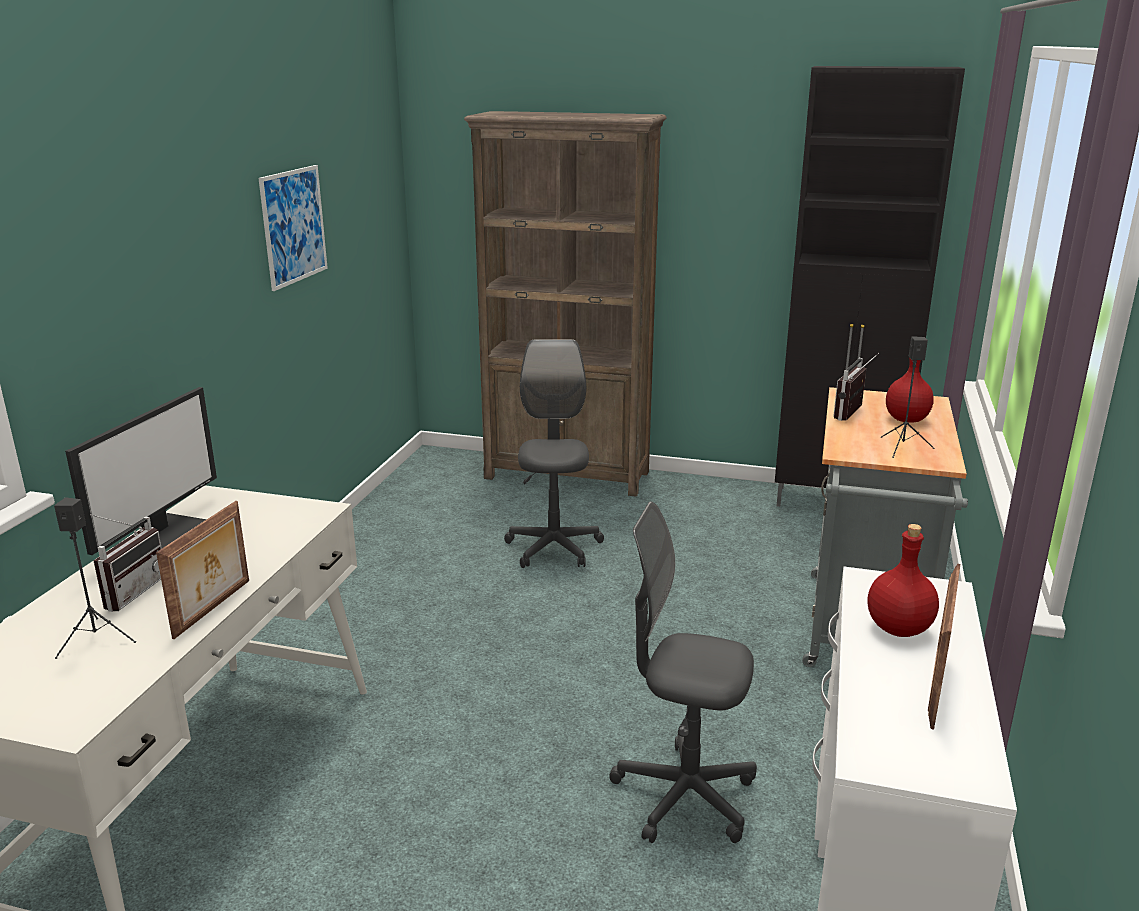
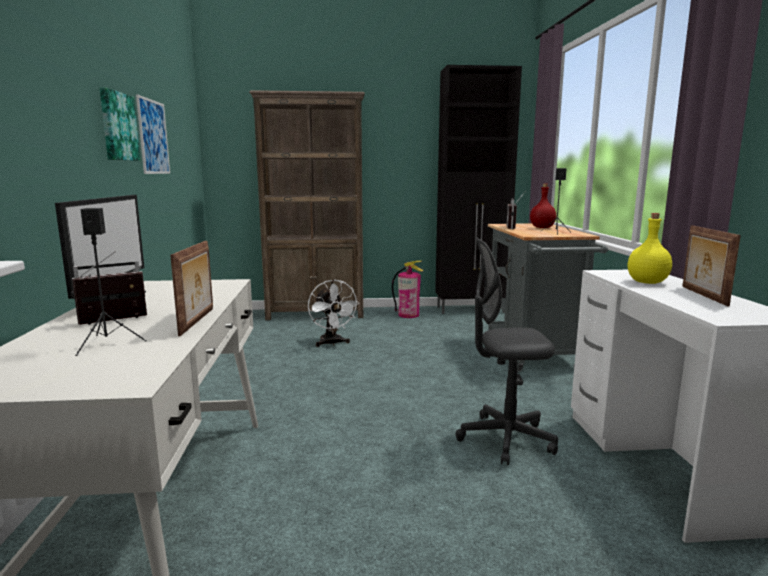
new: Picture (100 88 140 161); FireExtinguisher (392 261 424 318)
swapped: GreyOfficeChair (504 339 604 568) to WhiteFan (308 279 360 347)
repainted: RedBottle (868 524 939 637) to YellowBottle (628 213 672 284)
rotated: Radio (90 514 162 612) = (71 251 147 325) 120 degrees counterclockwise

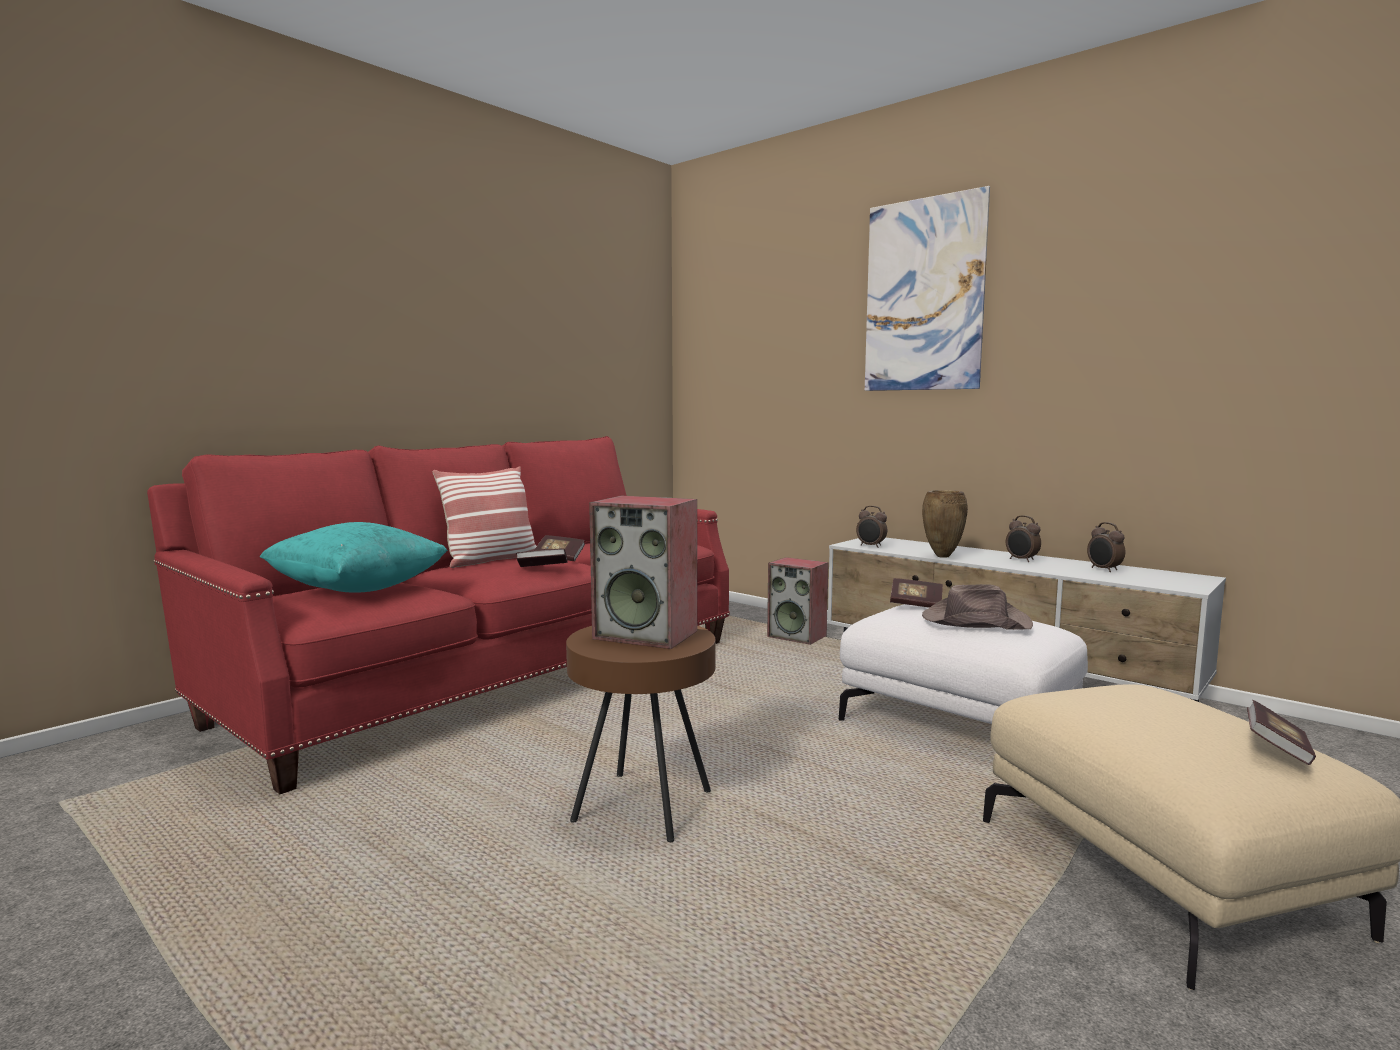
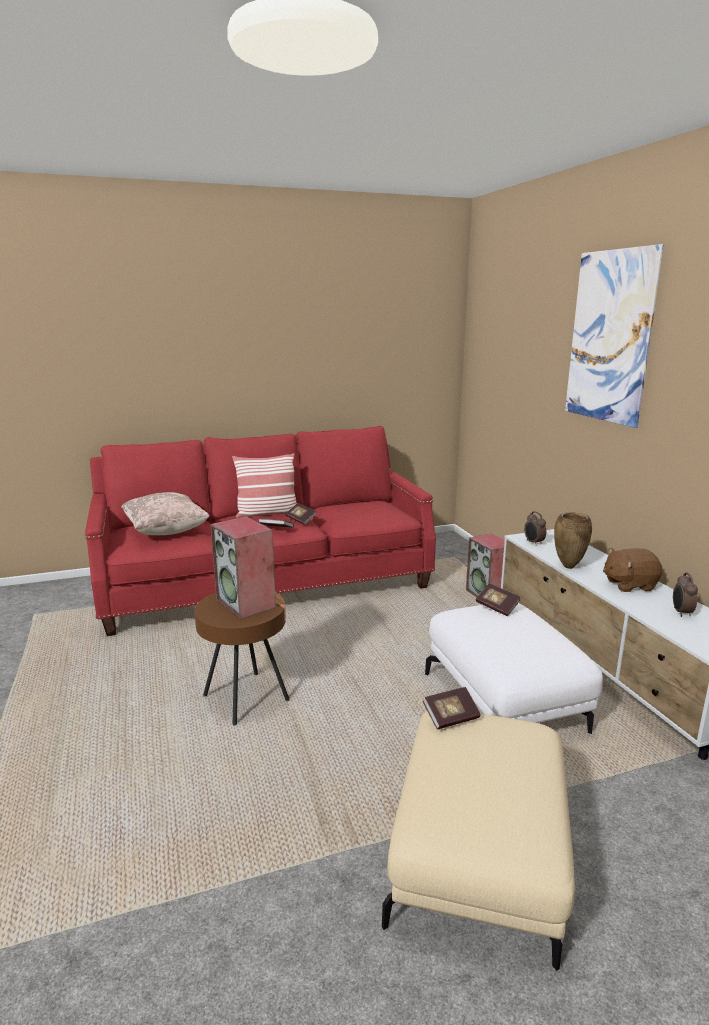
gone: BrownHat (922 584 1033 630)
shifted: Book (1247 700 1316 765) to (423 687 480 729)
swapped: AlarmClock (1006 515 1041 562) to BrownPlushToy (603 548 662 592)
repainted: TurquoisePillow (260 522 448 593) to BeigePillow (121 492 209 535)

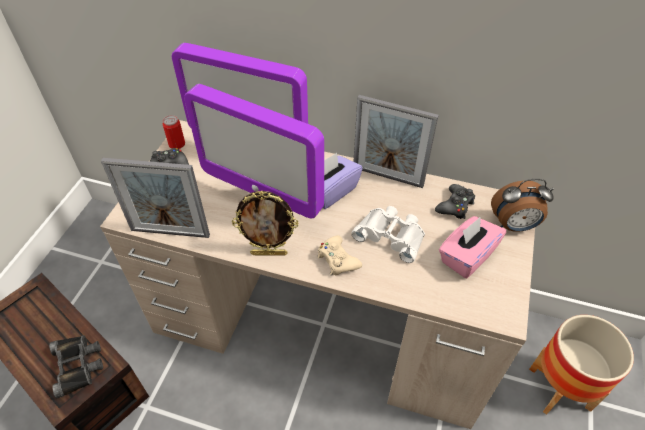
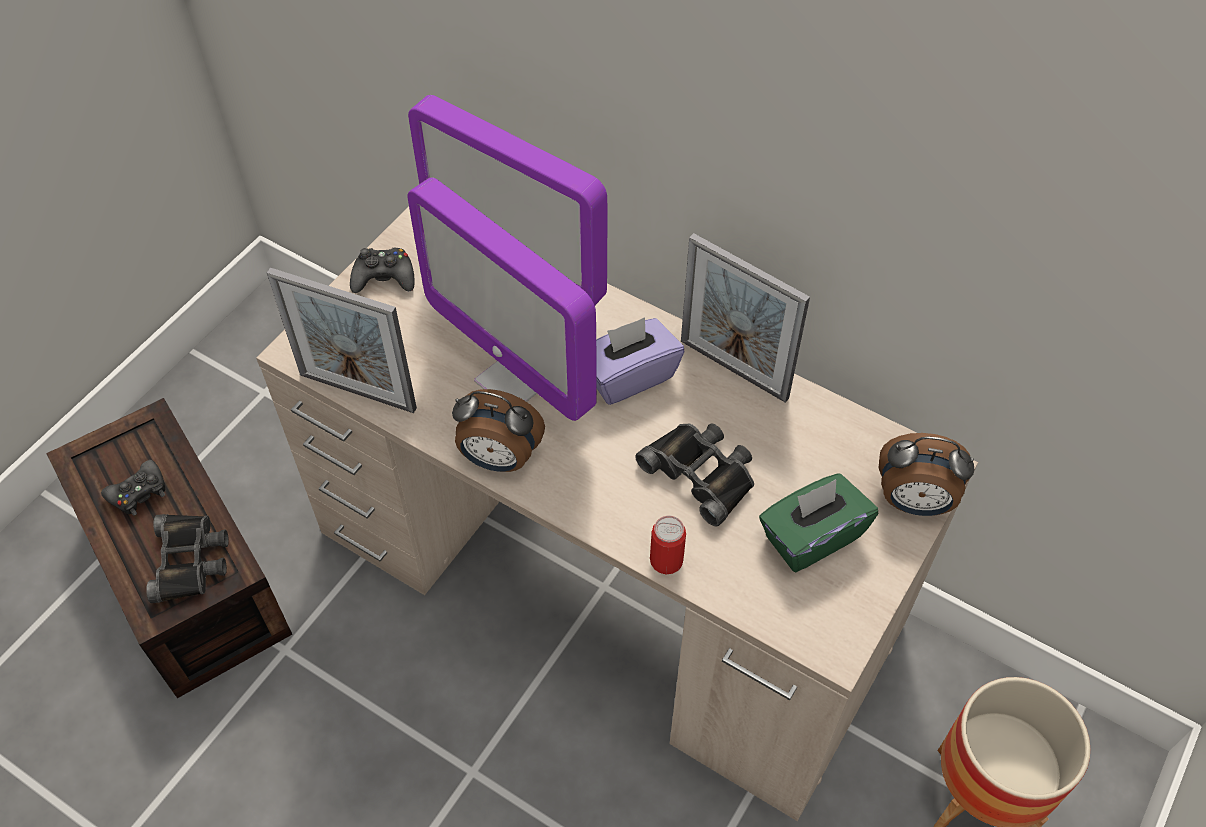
gone: BeigeGameController (317 235 362 276)
shifted: Can (163 115 185 149) to (650 516 686 574); BlackGameController (435 184 475 219) to (101 460 165 516)
swapped: PictureFrame (232 191 299 256) to AlarmClock (452 389 545 472)
repainted: WhiteBinoculars (351 206 425 263) to BlackBinoculars (636 423 754 526); PinkTissueBox (439 216 506 278) to GreenTissueBox (759 473 878 572)

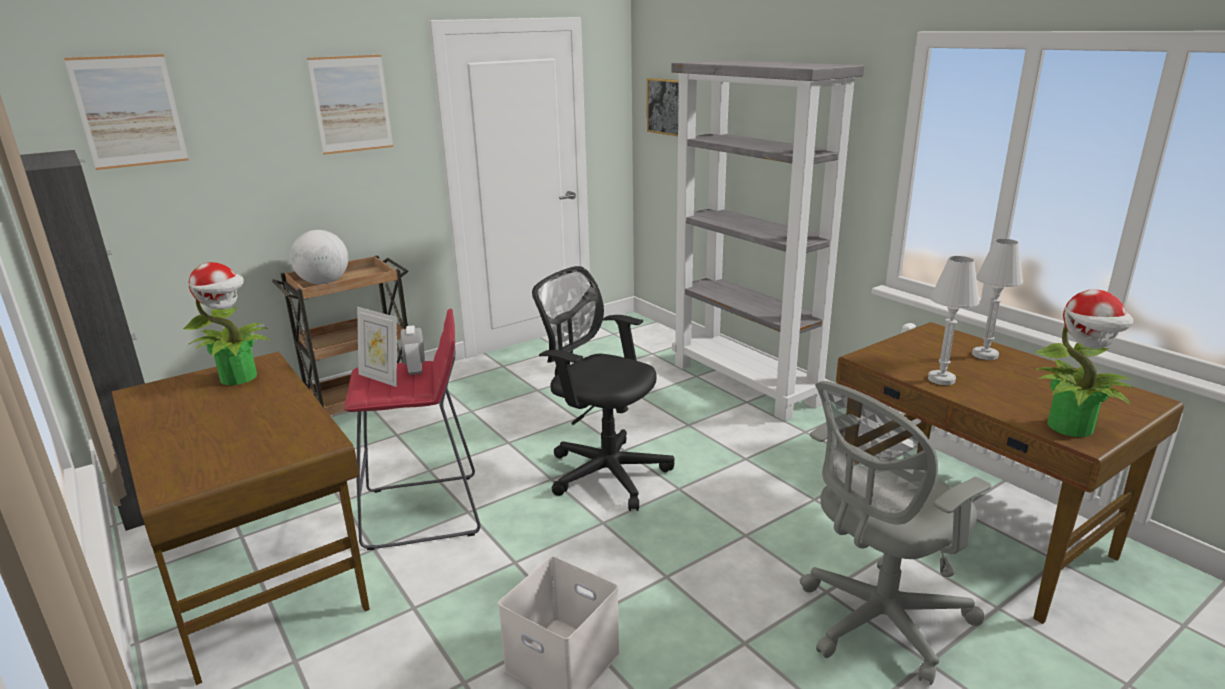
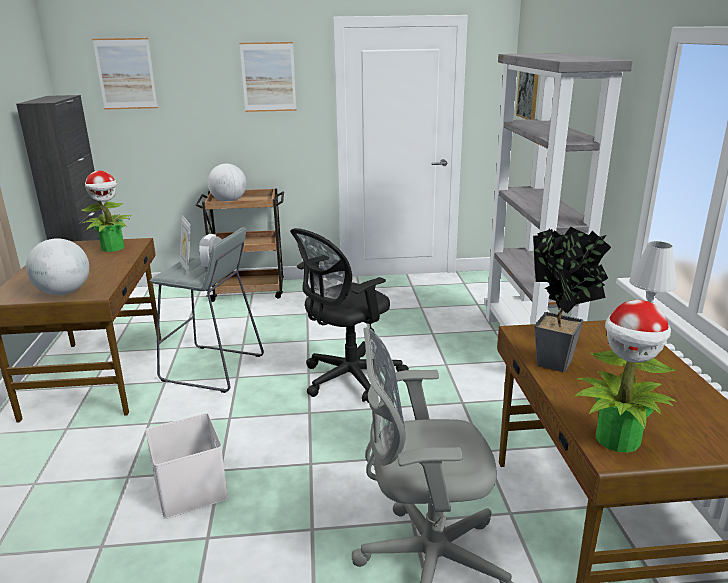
new: Globe (26 238 89 295)
swapped: WhiteTableLamp (928 256 980 385) to PottedPlant (533 227 611 372)
repainted: RedStool (344 308 481 550) to GreyStool (150 227 264 393)
rotated: BlackOfficeChair (532 266 675 511) = (290 228 409 403) 105 degrees counterclockwise

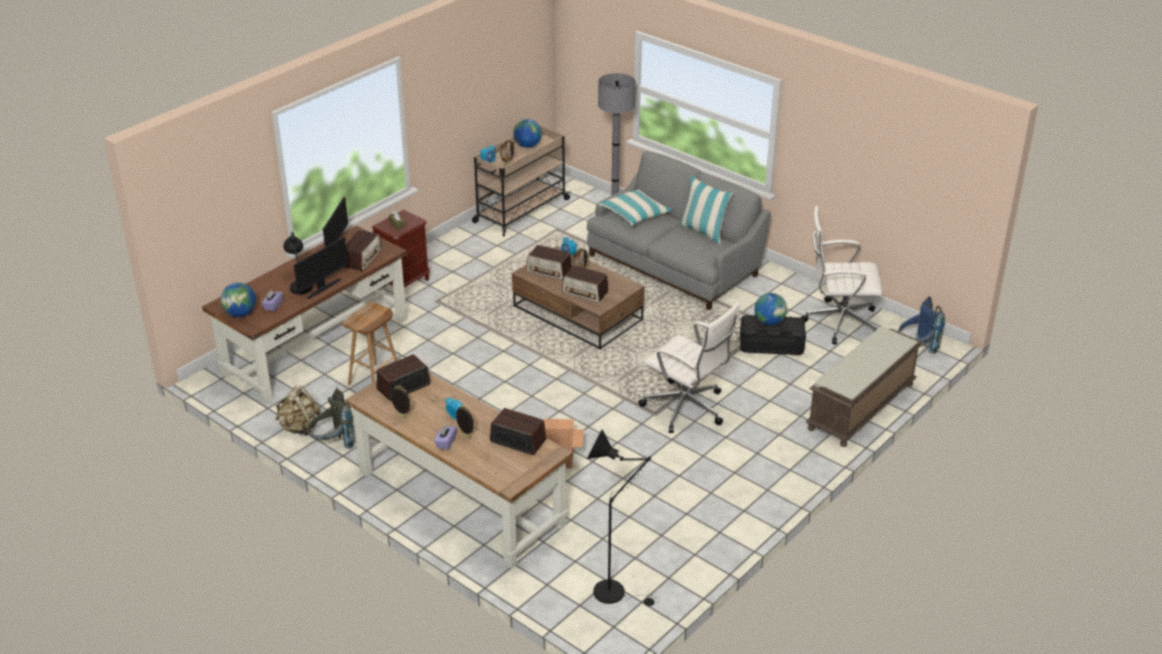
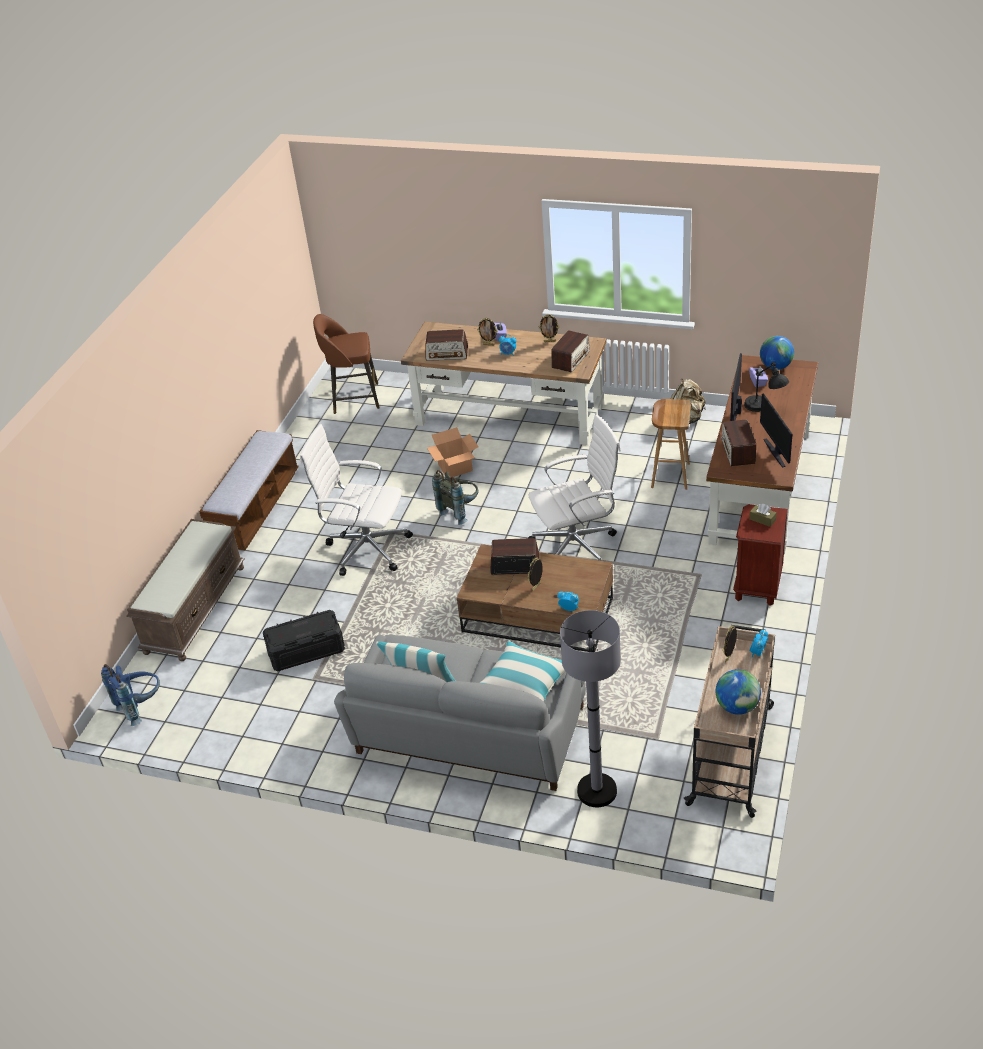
gone: Radio (527 245 572 281); Globe (754 293 787 325)
new: Bench (199 430 299 550)
shifted: WhiteOfficeChair (801 206 882 344) to (528 414 621 561); GreyBackpack (307 388 355 449) to (432 470 478 525)
swapped: BlackFloorLamp (587 430 658 606) to BrownStool (313 314 380 414)

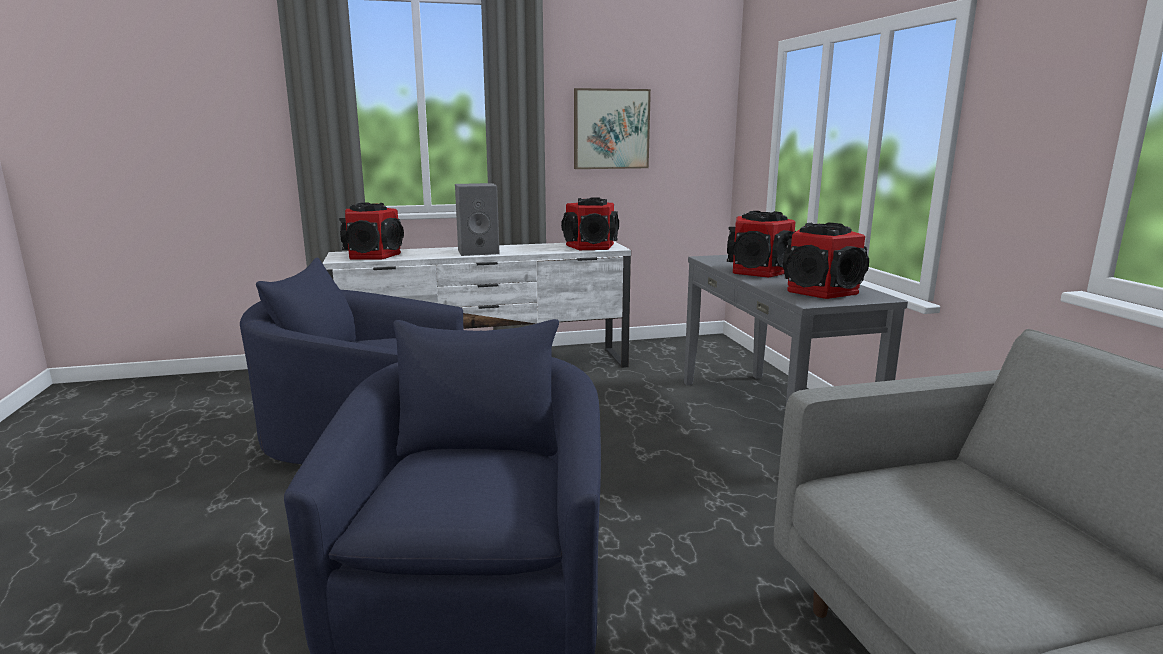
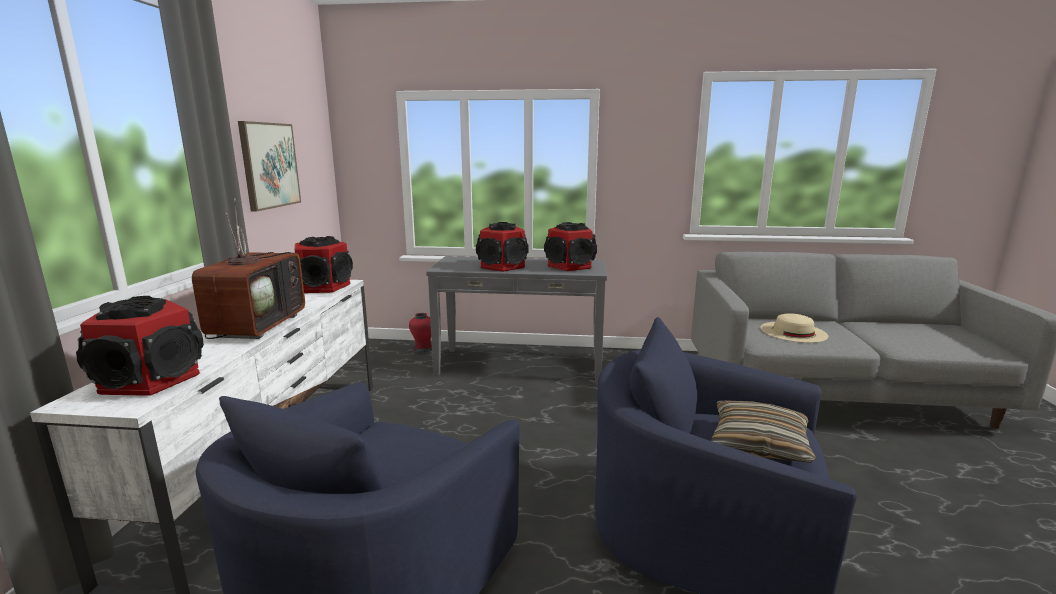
new: RedVase (409 313 432 352); BeigeHat (760 314 828 343); Pillow (711 401 816 463)
swapped: GreySpeaker (455 183 499 256) to Television (192 198 305 339)

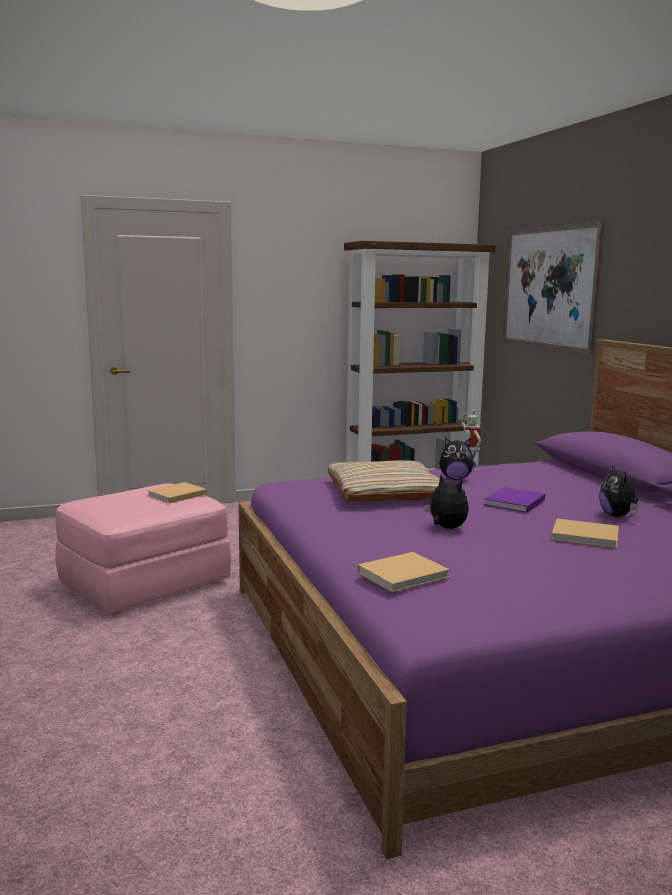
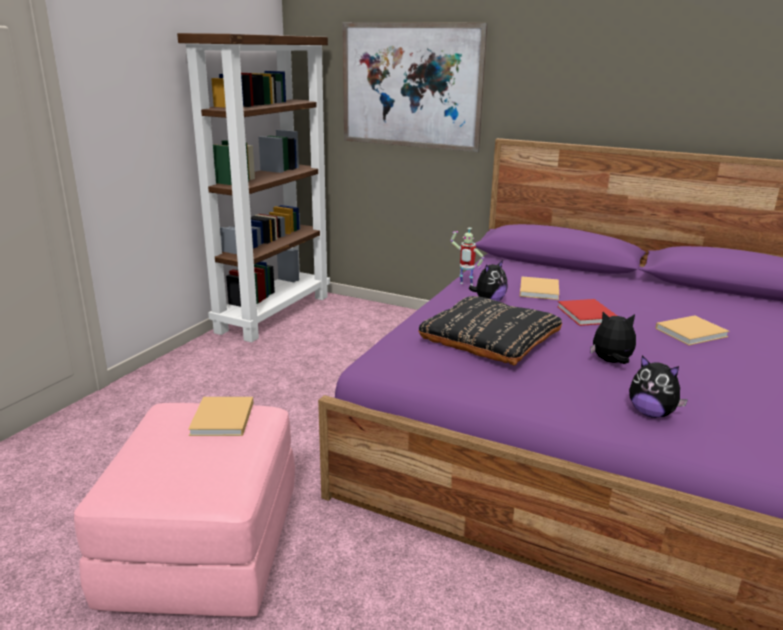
shifted: PlushToy (599 465 639 517) to (629 355 688 418); BeigeBook (357 552 450 593) to (519 277 559 300)
repainted: BeigePillow (327 460 440 502) to BlackPillow (418 296 562 365); PurpleBook (484 487 545 513) to RedBook (557 299 617 326)

